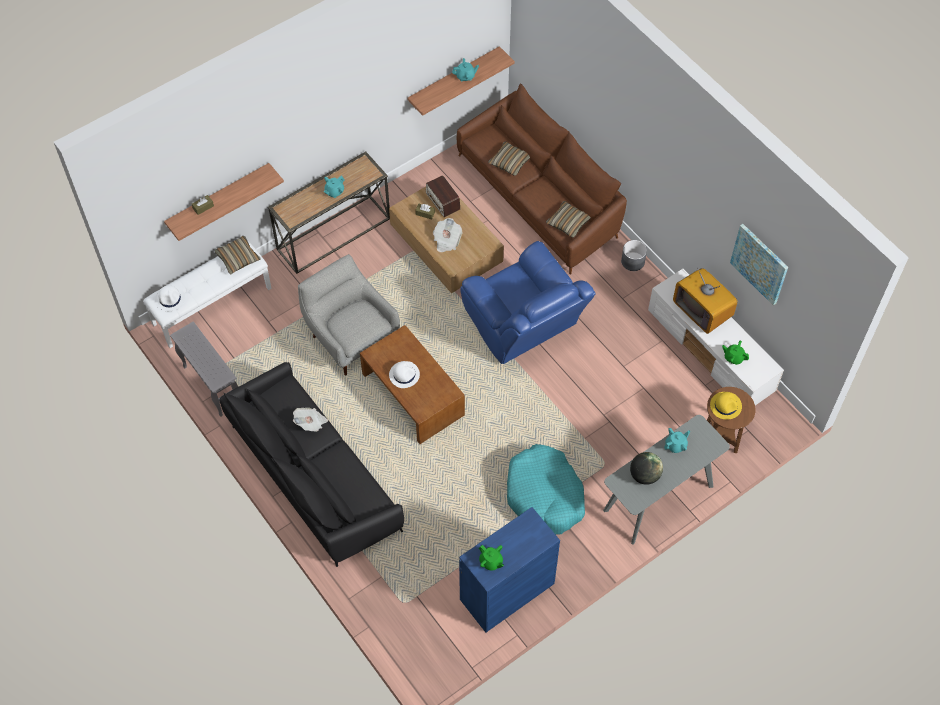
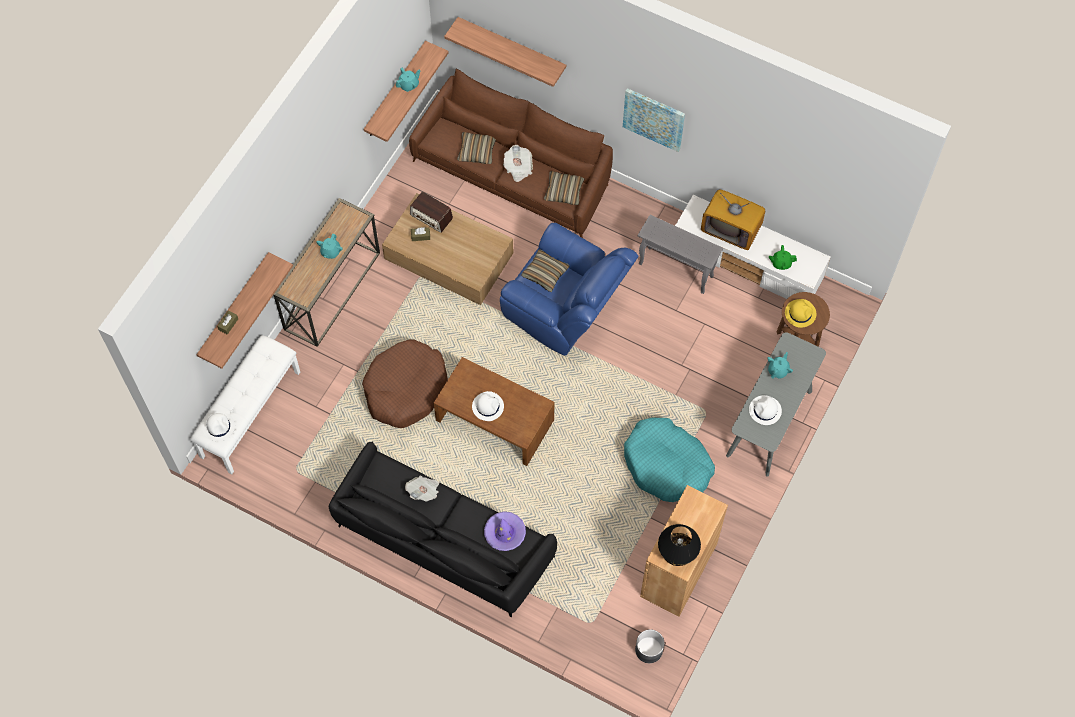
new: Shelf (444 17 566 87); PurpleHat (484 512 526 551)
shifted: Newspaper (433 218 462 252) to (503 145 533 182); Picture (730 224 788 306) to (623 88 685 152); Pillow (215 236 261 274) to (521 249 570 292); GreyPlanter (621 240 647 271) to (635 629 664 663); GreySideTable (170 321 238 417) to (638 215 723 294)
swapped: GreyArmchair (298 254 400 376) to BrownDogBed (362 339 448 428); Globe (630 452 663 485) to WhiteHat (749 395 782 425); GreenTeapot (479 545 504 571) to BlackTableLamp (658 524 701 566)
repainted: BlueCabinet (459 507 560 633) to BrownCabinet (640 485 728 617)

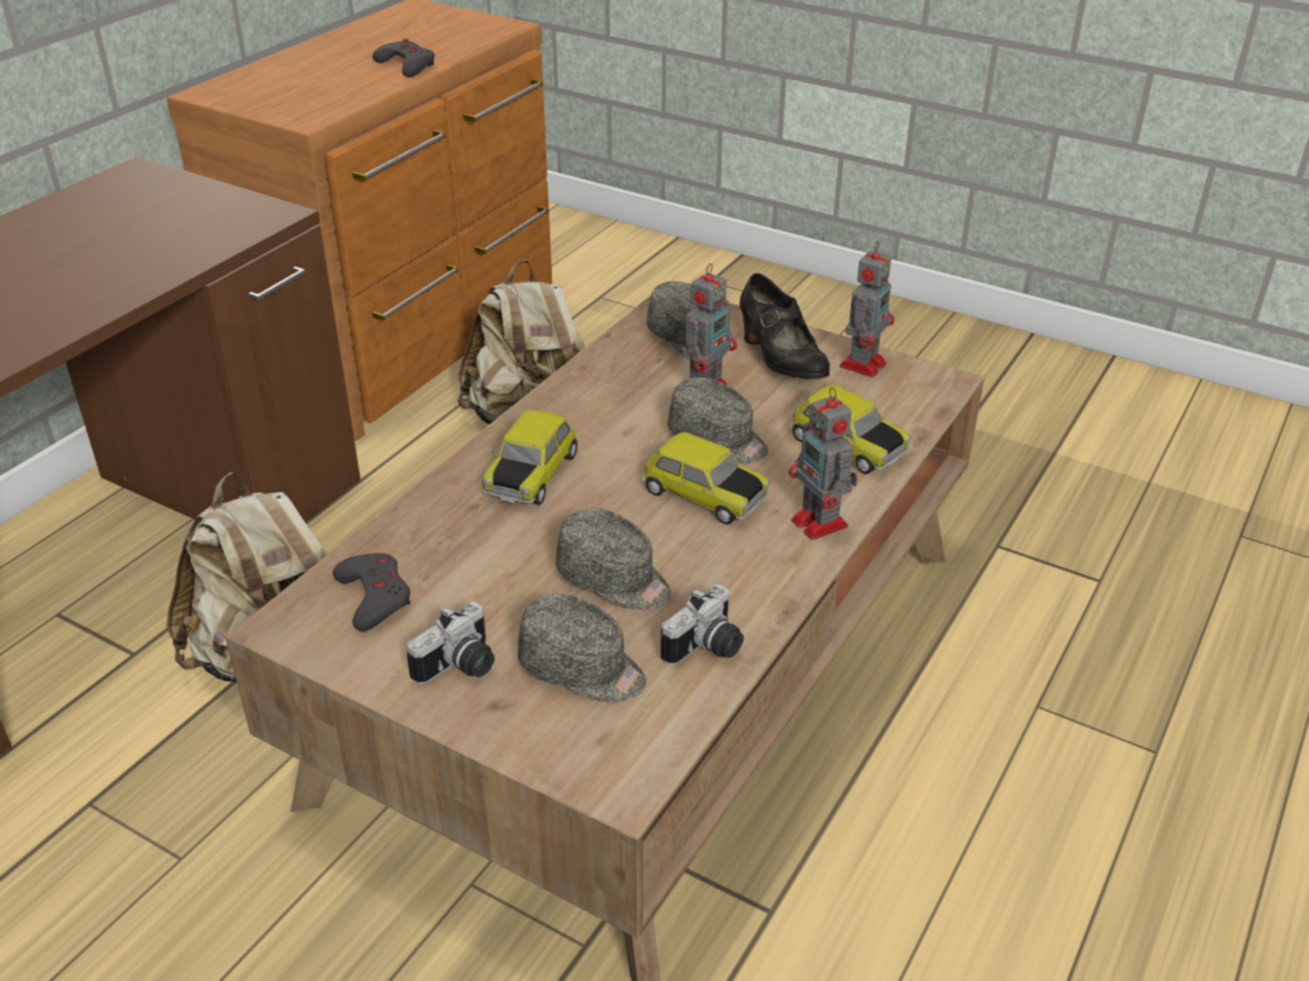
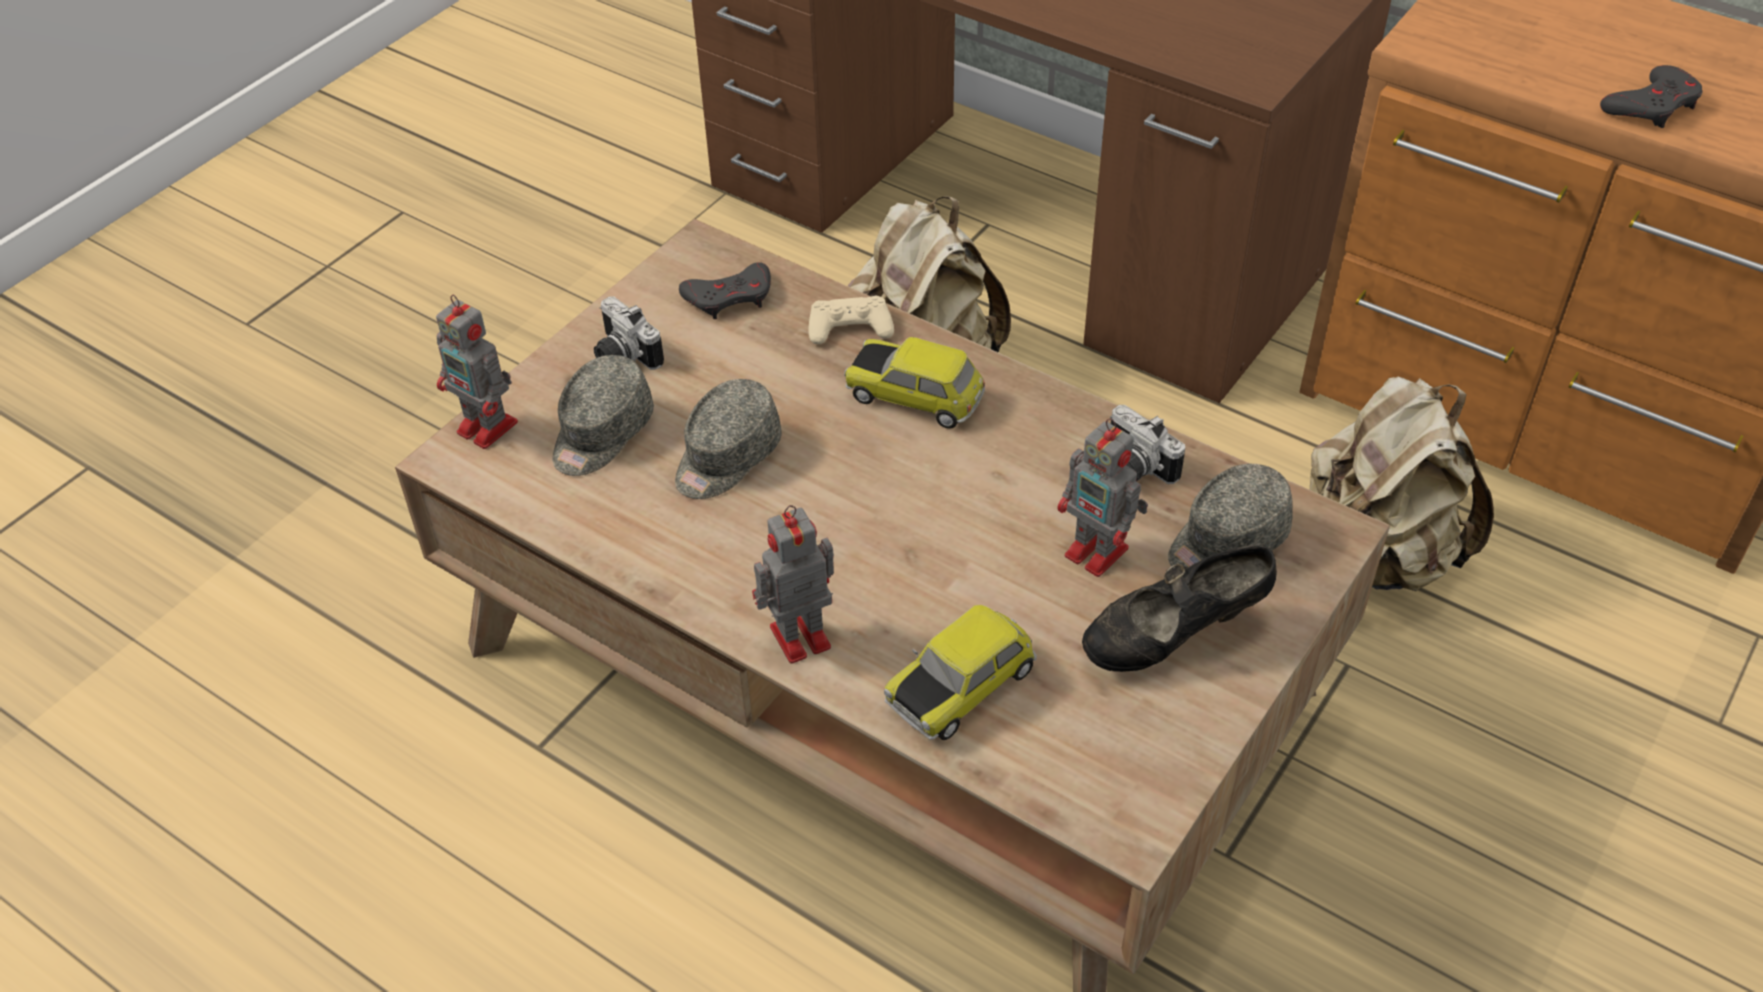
gone: GreyCap (668 378 768 464); ToyCar (642 432 770 524)
new: BeigeGameController (808 296 894 344)
shifted: ToyRobot (840 241 895 377) to (436 294 518 449); PhotoCamera (661 585 744 665) to (1110 405 1185 484)

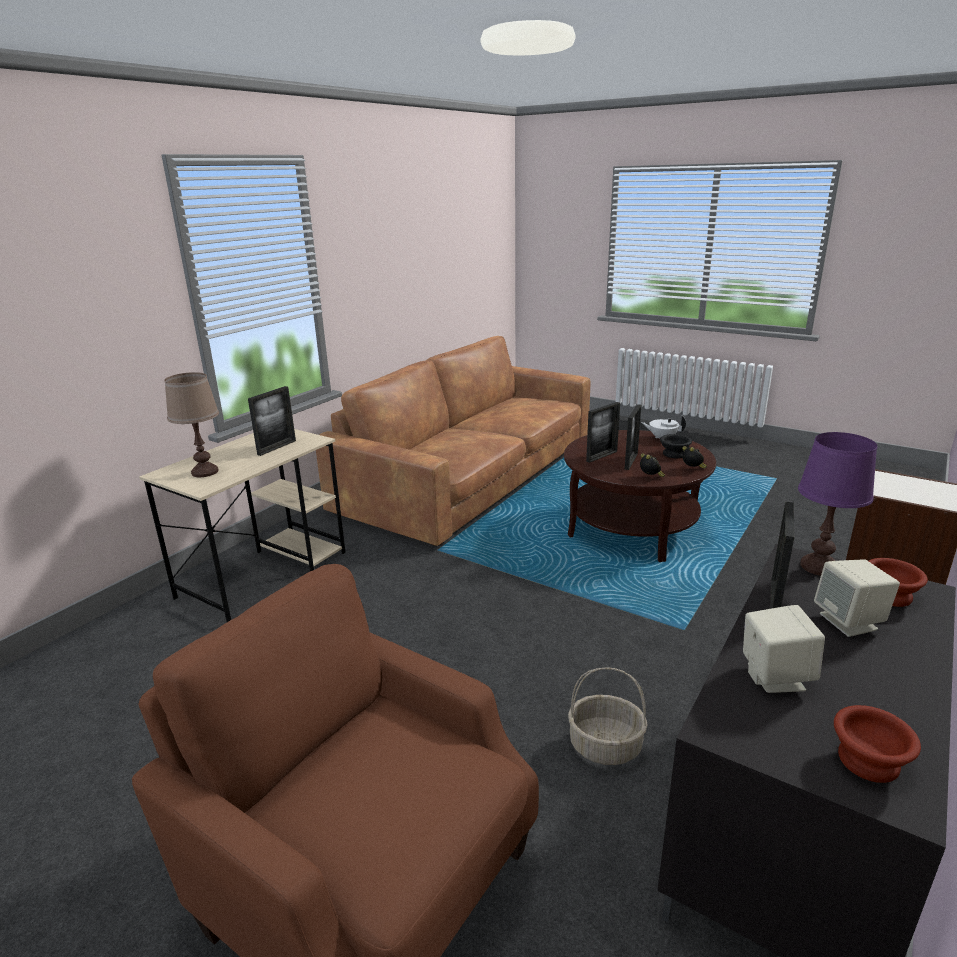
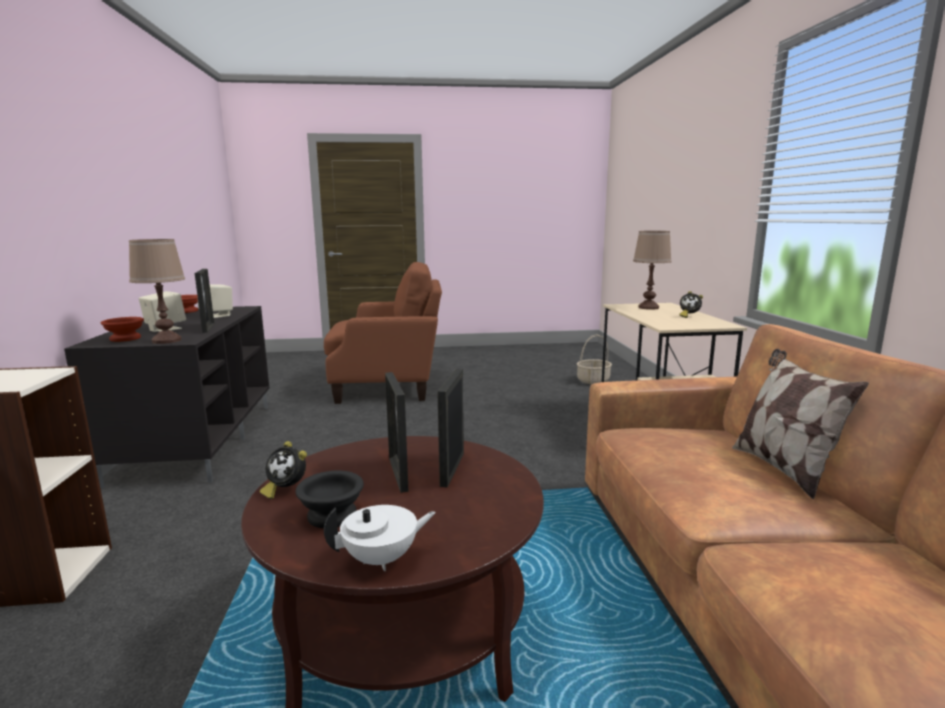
gone: PictureFrame (248 386 296 456)
new: Pillow (732 349 869 499)
shifted: AlarmClock (640 453 665 477) to (679 291 703 318); Basket (568 667 648 765) to (576 335 612 384)
repainted: PurpleTableLamp (798 432 877 576) to BrownTableLamp (129 239 185 344)

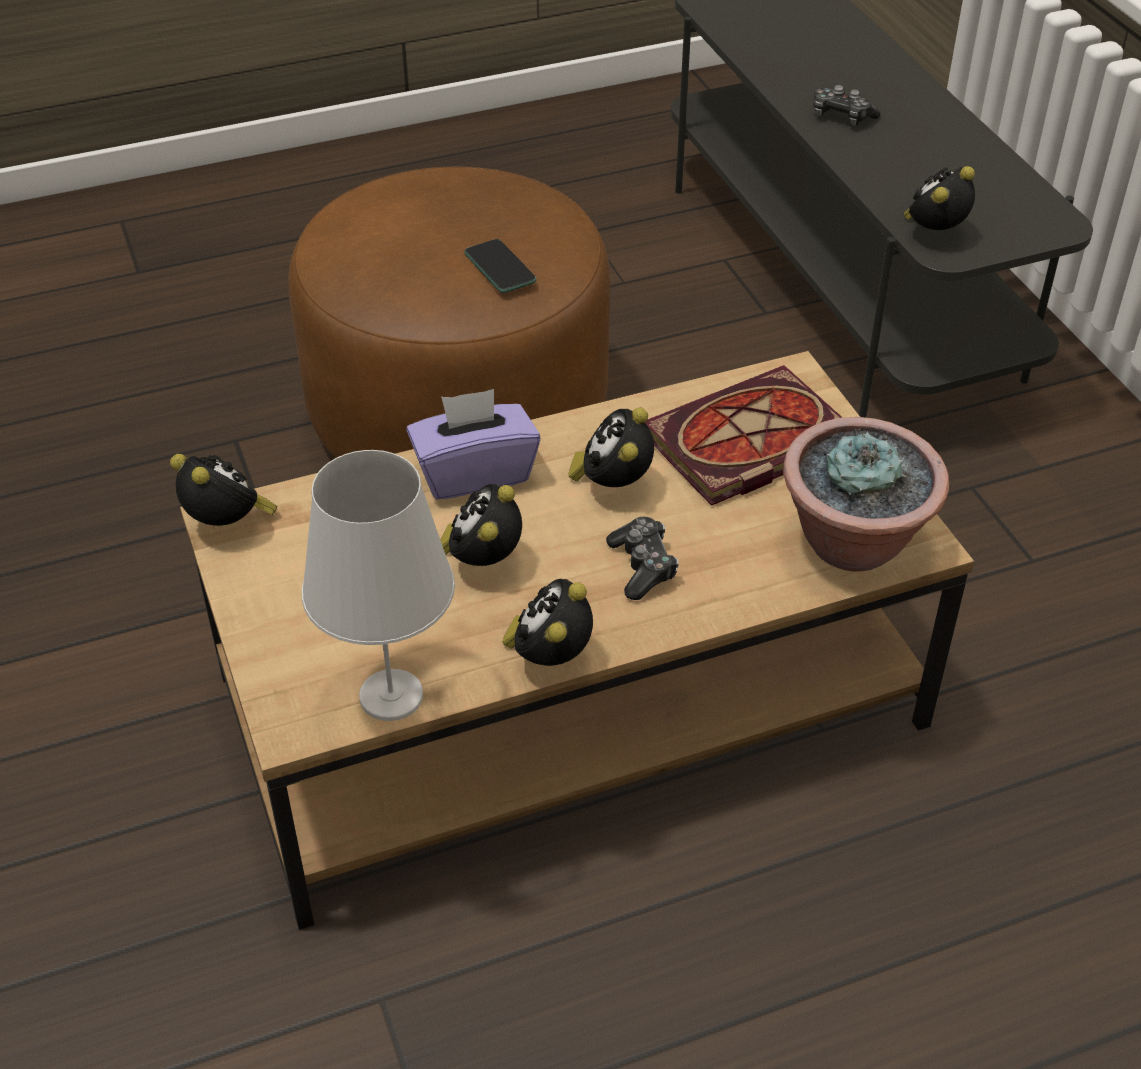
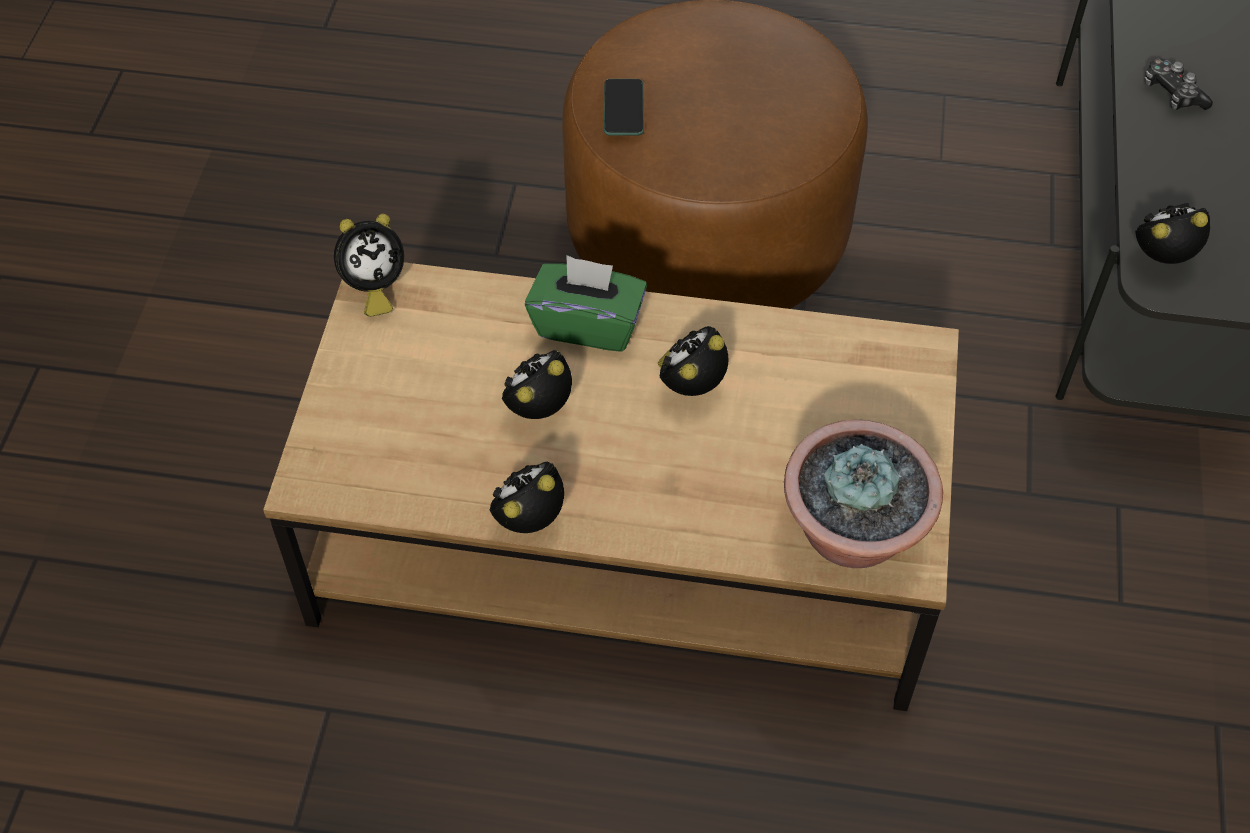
gone: Book (645 365 842 506); WhiteTableLamp (302 450 455 721); GameController (606 517 679 600)
shifted: Phone (464 239 536 293) to (604 79 644 136)
repainted: PurpleTissueBox (406 389 541 500) to GreenTissueBox (525 255 647 352)
rotated: AlarmClock (170 454 277 526) = (334 214 404 317) 75 degrees clockwise

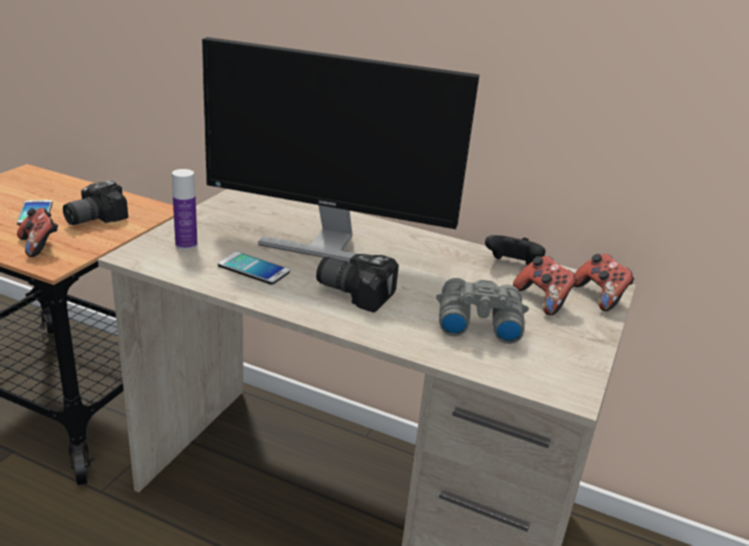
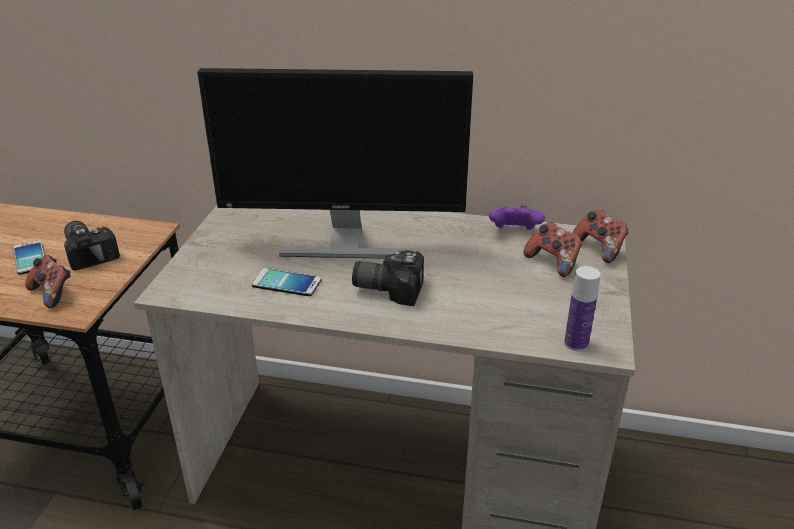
gone: GreyBinoculars (436 278 529 344)
shifted: Bottle (172 169 197 250) to (564 266 601 351)
repainted: BlackGameController (485 235 545 265) to PurpleGameController (489 205 545 230)
rotated: PhotoCamera (63 181 128 225) = (64 221 120 271) 120 degrees clockwise

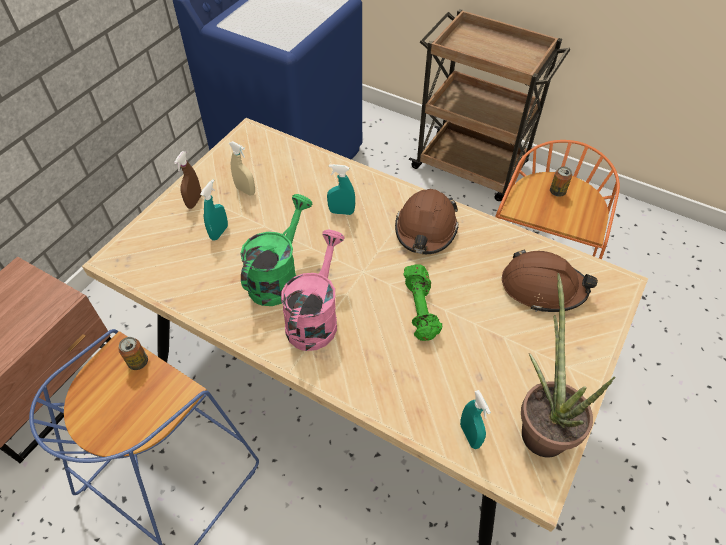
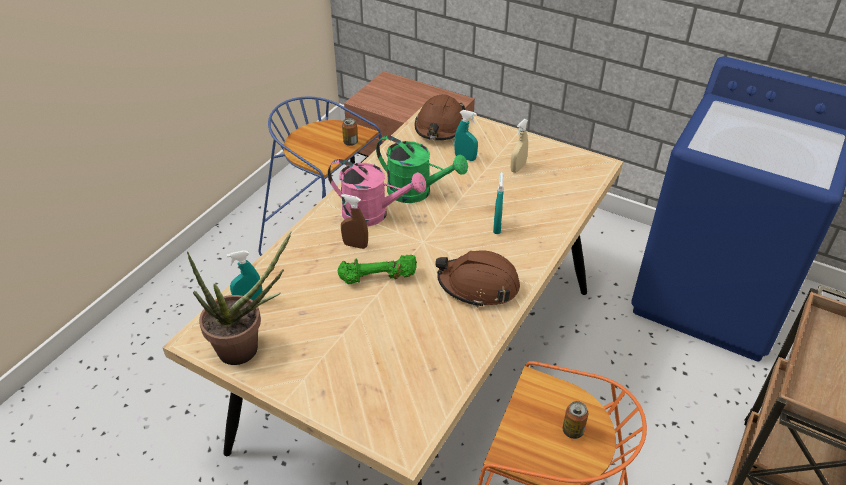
shifted: BrownSprayBottle (174 151 202 209) to (341 194 368 249); BrownHardHat (502 249 598 312) to (415 94 465 140)

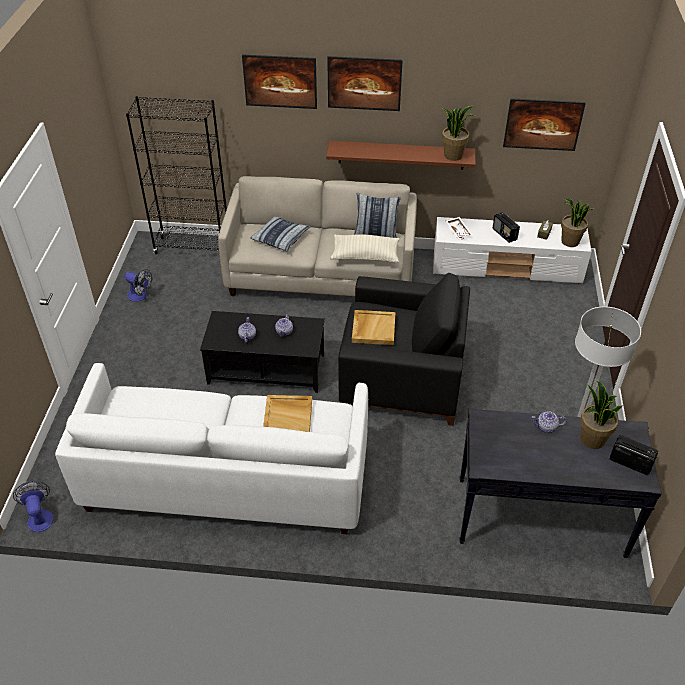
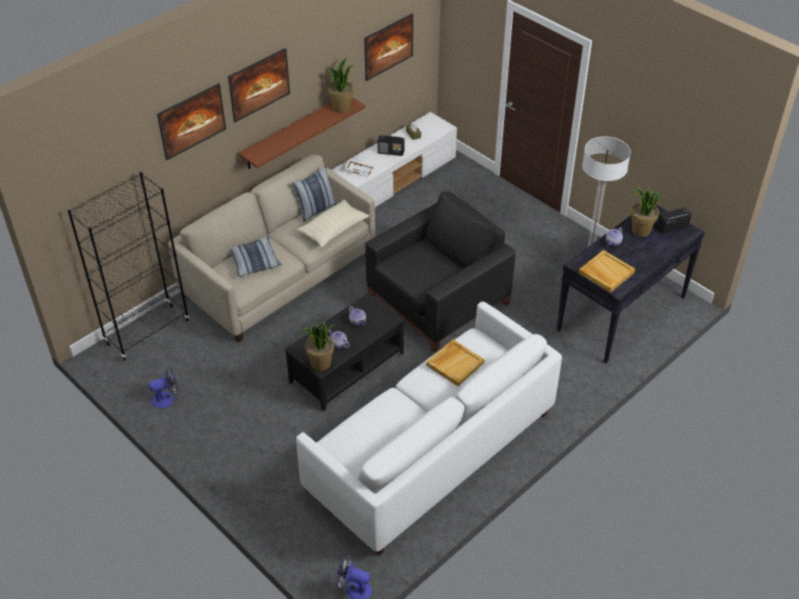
shifted: PottedPlant (561 198 593 247) to (300 321 336 371); BeigeTray (352 310 395 345) to (579 250 635 293)

